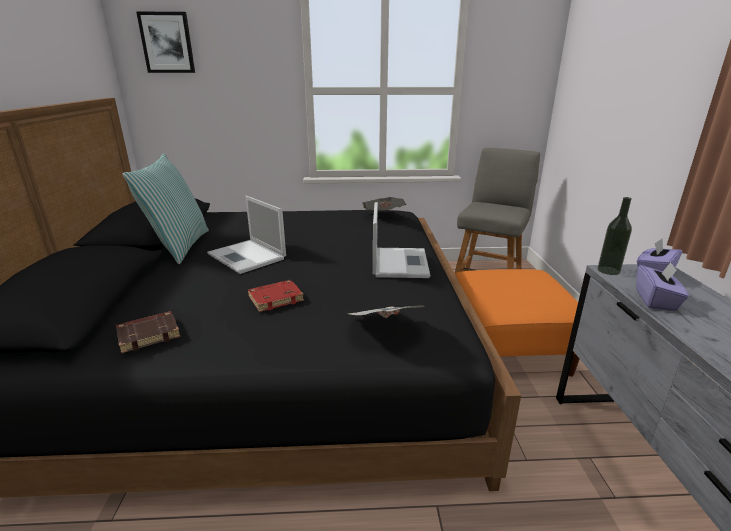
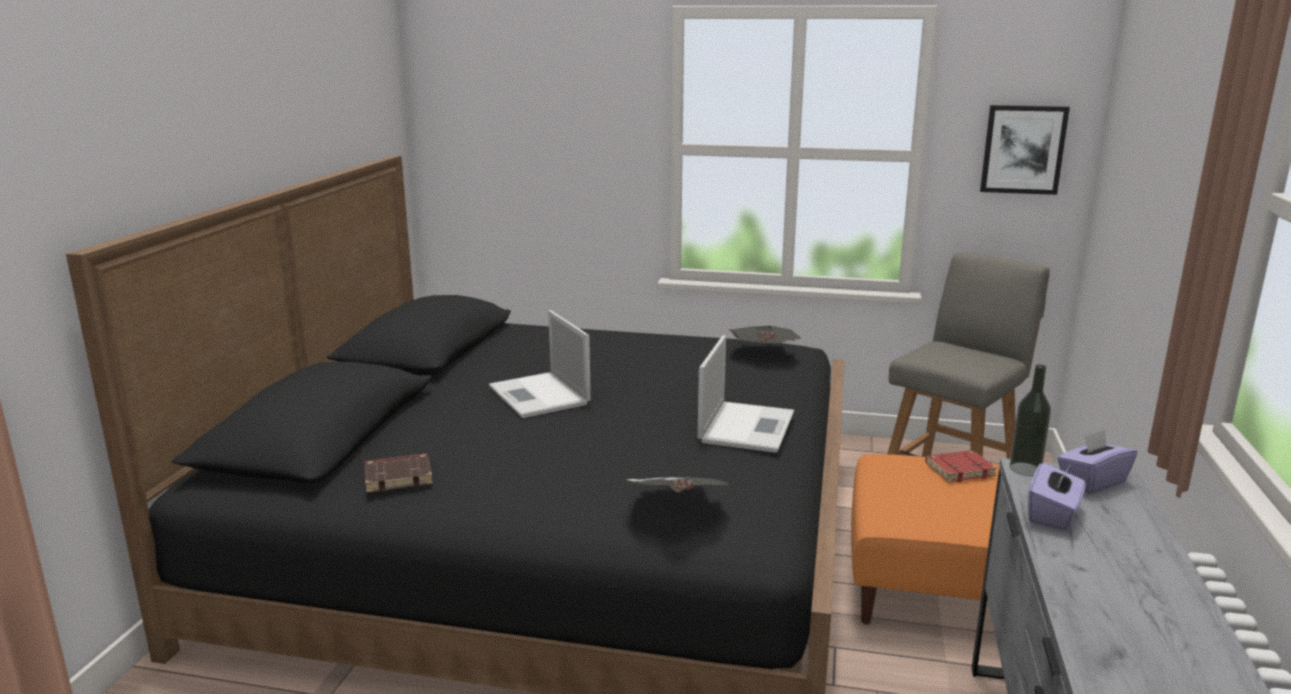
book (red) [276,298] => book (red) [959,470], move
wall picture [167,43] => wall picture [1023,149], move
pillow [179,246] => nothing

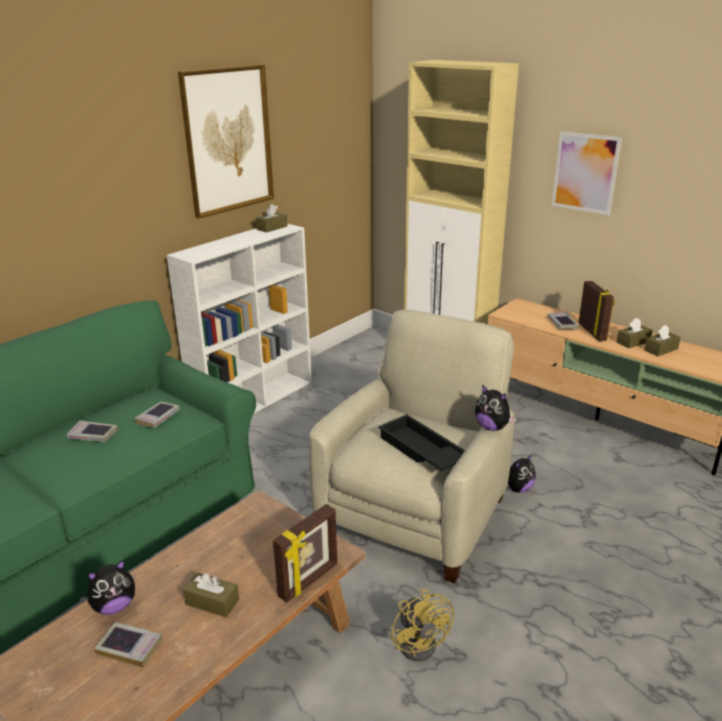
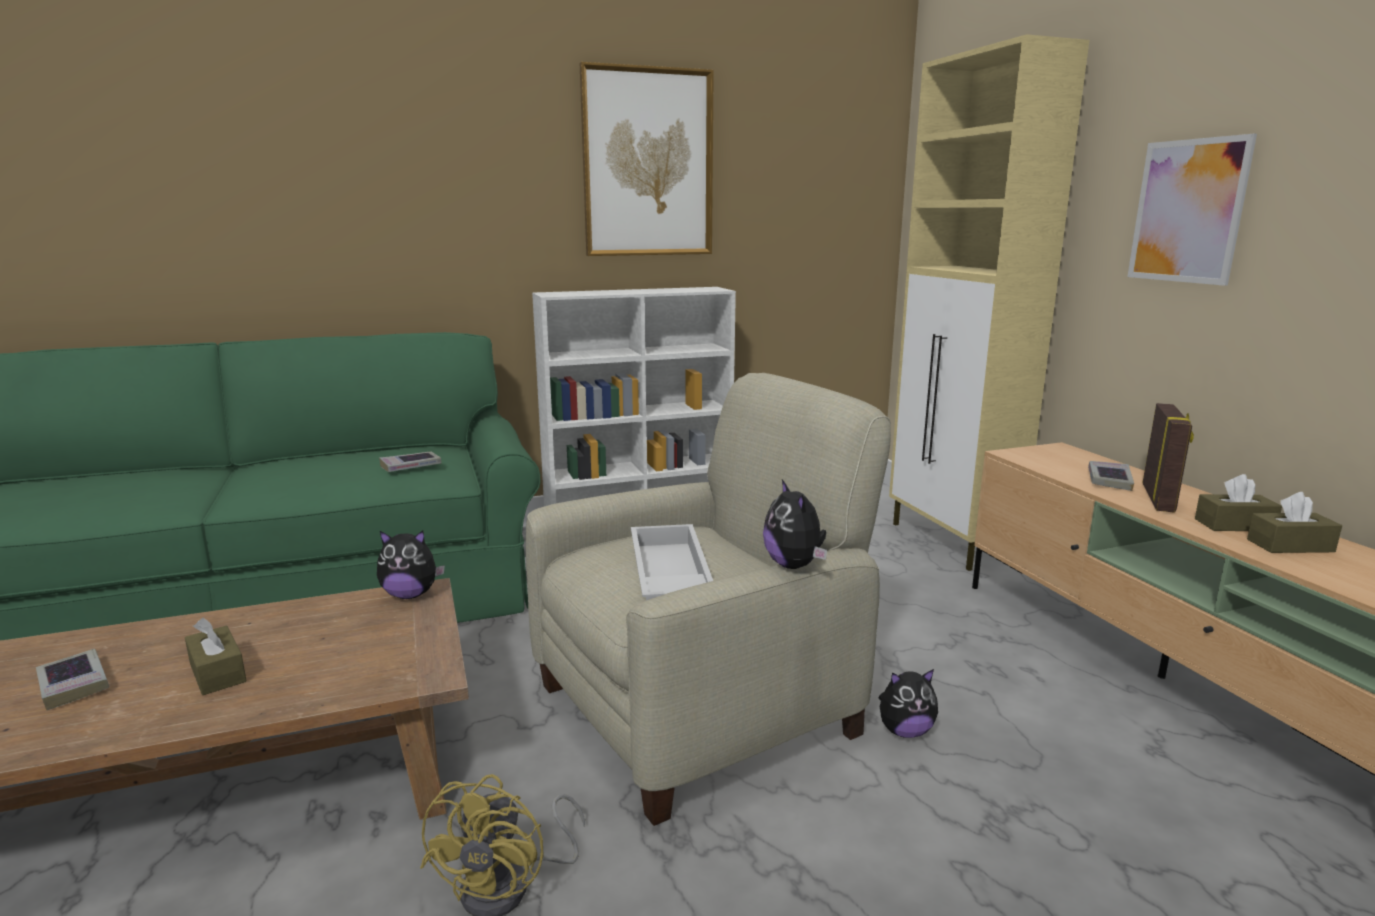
plush toy [114,606] => plush toy [410,595], move
tray (black) [421,451] => tray (white) [667,576]
book [93,435] => nothing
tissue box (brown-coloured) [272,228] => nothing
standing frame [309,581] => nothing

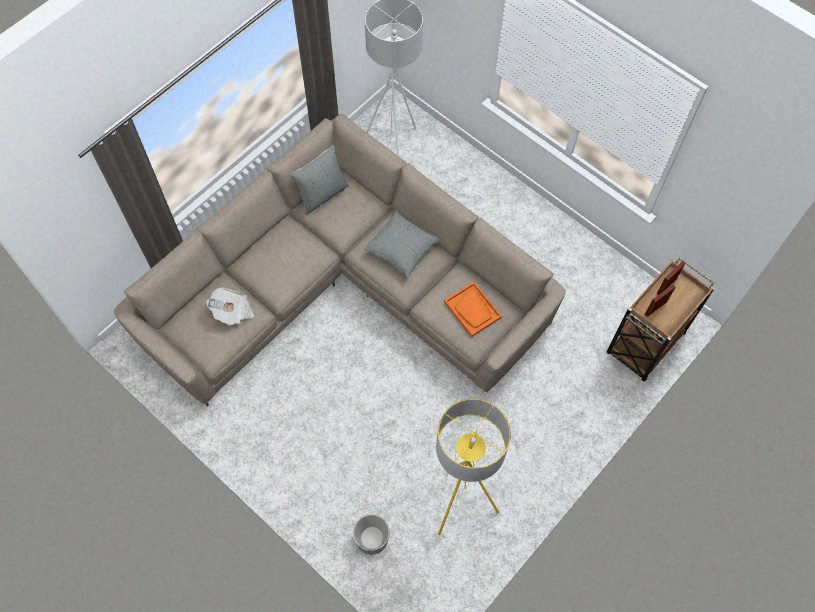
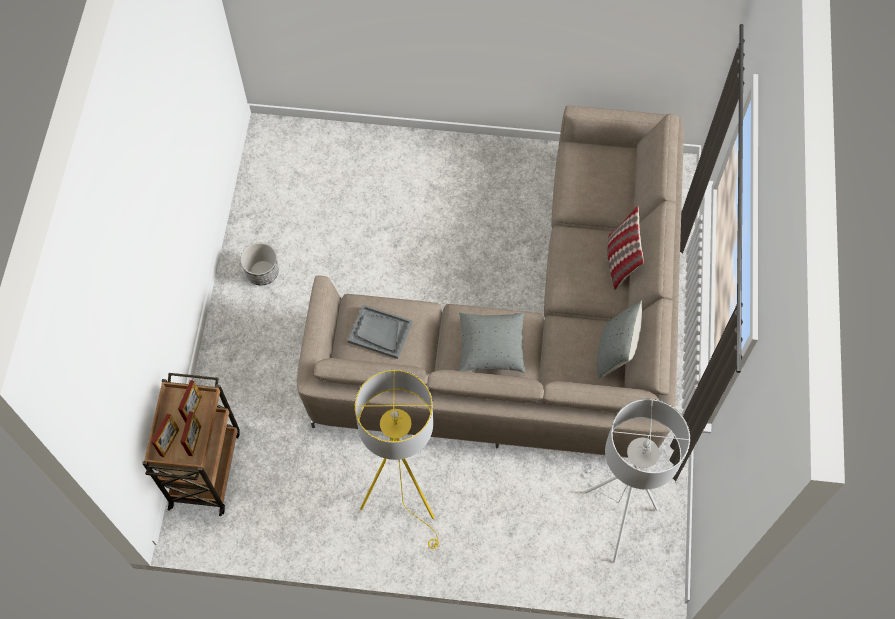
nothing => standing frame [169,442]
flower pot [371,538] => flower pot [263,272], move
tray (orange) [472,310] => tray (greyish) [380,332]
standing lamp (yellow-coloured) [459,499] => standing lamp (yellow-coloured) [404,496], move
nothing => pillow [620,261]
newspaper [233,312] => nothing

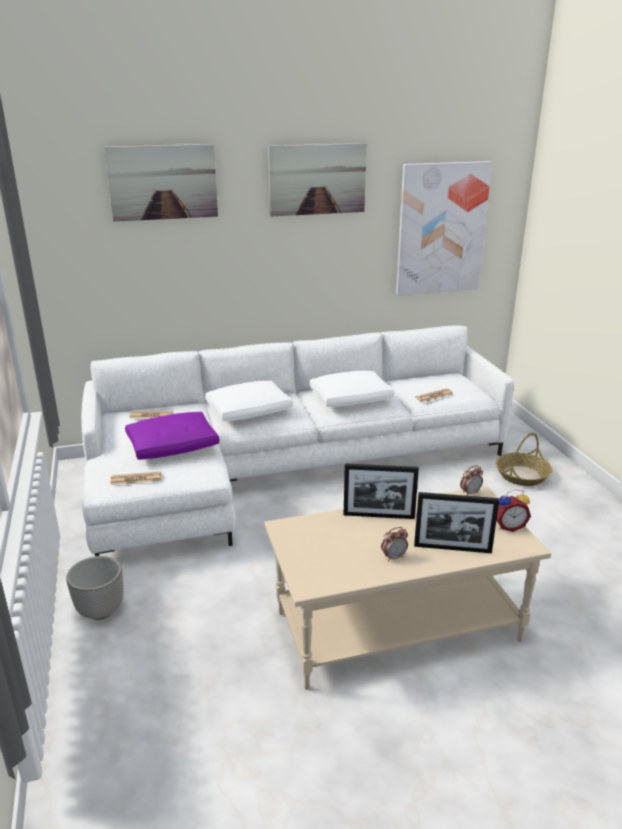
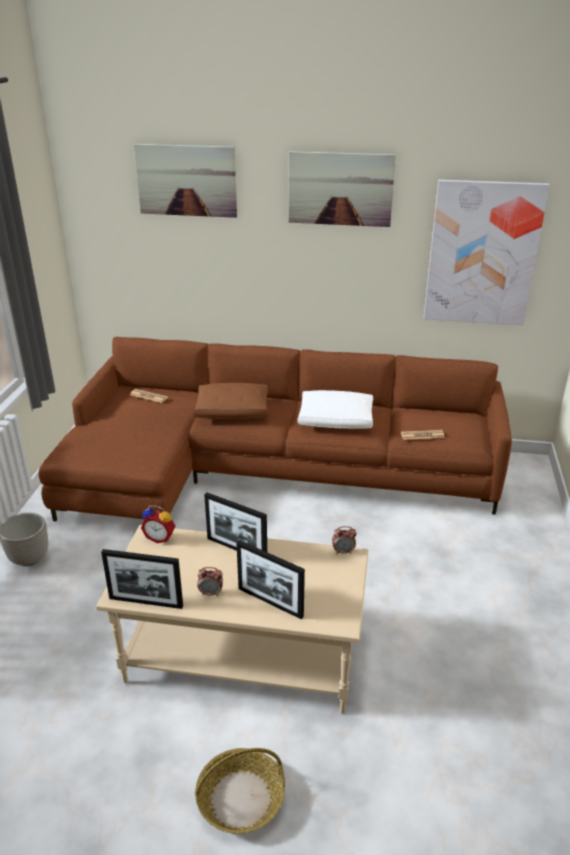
settee (white) [282,468] => settee (brown-coloured) [265,471]
nothing => standing frame [146,602]
alarm clock [508,526] => alarm clock [160,537], move
pillow (white) [249,411] => pillow (brown-coloured) [233,411]
household basket [522,475] => household basket [240,799], move
newspaper [136,479] => nothing
pillow (purplish) [173,446] => nothing

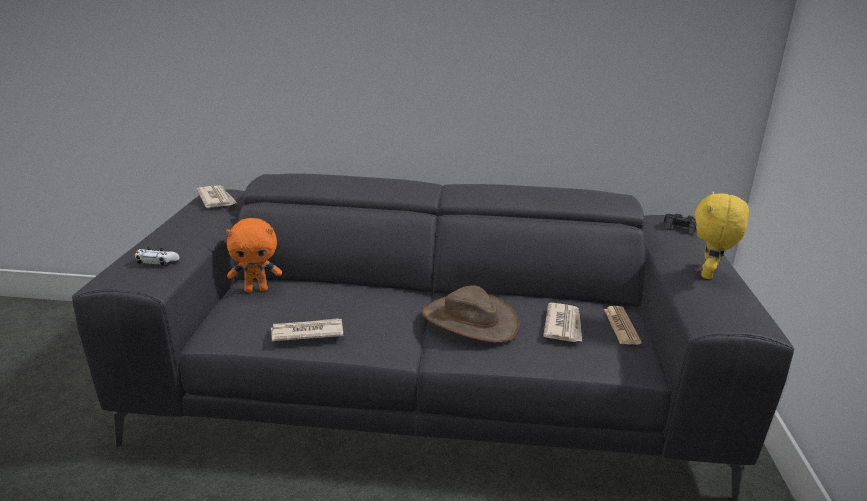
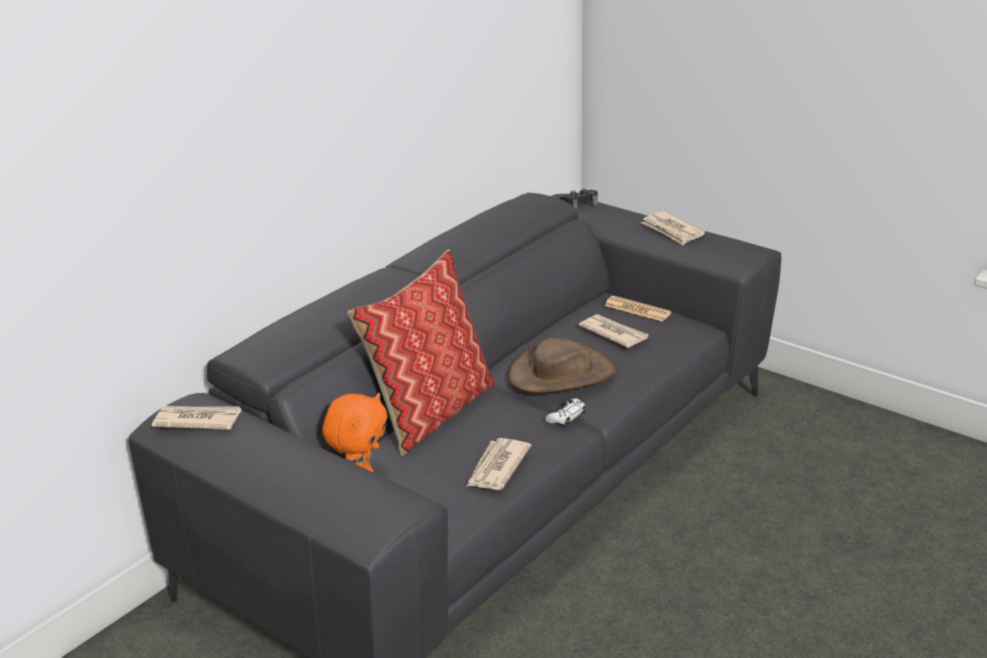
nothing => pillow [430,412]
game controller (white) [156,262] => game controller (white) [566,417], move
plush toy (yellow-coloured) [709,275] => newspaper [672,231]

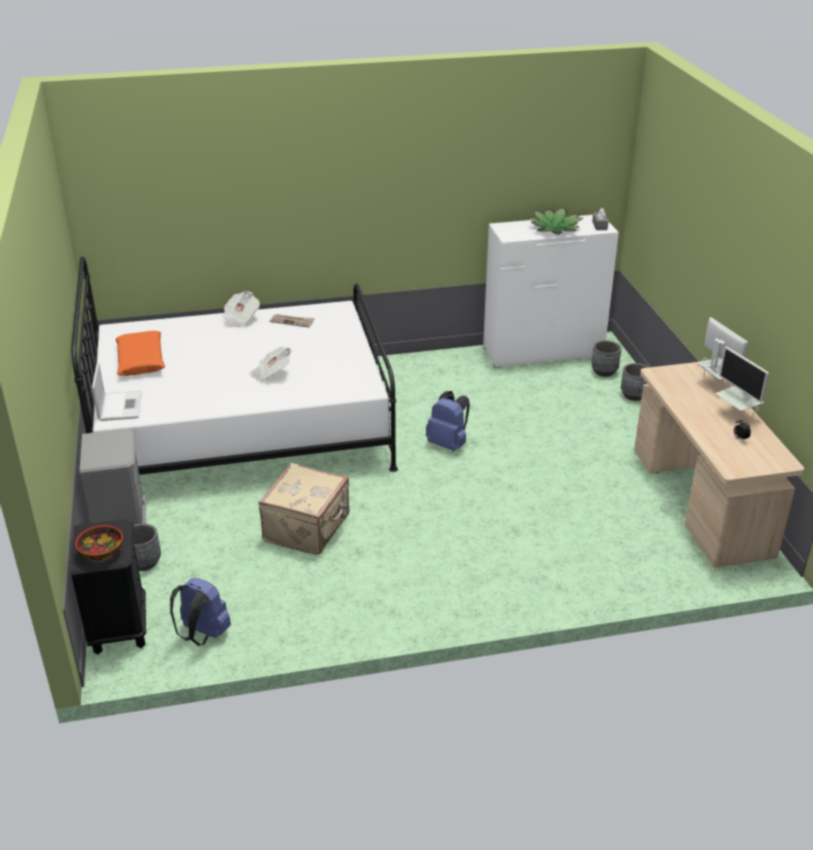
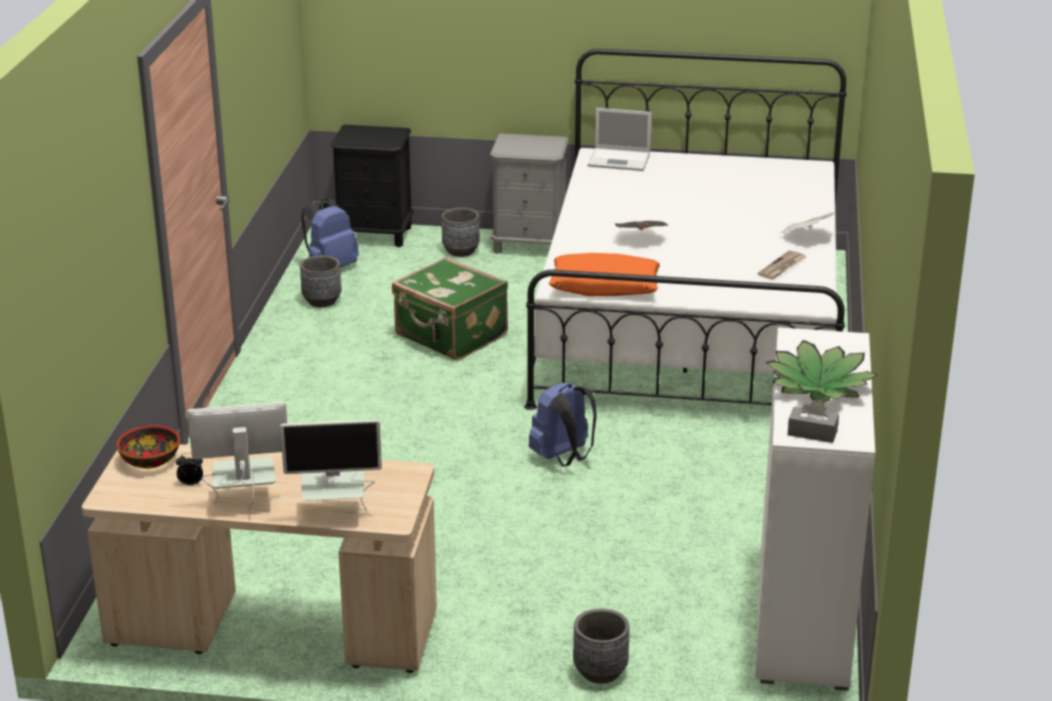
deep dish [101,552] => deep dish [150,460], move
flower pot (greyish) [604,372] => flower pot (greyish) [321,301], move
suitcase (sand-coloured) [308,528] => suitcase (greenish) [450,336]
pillow (orange) [141,360] => pillow (orange) [604,286], move

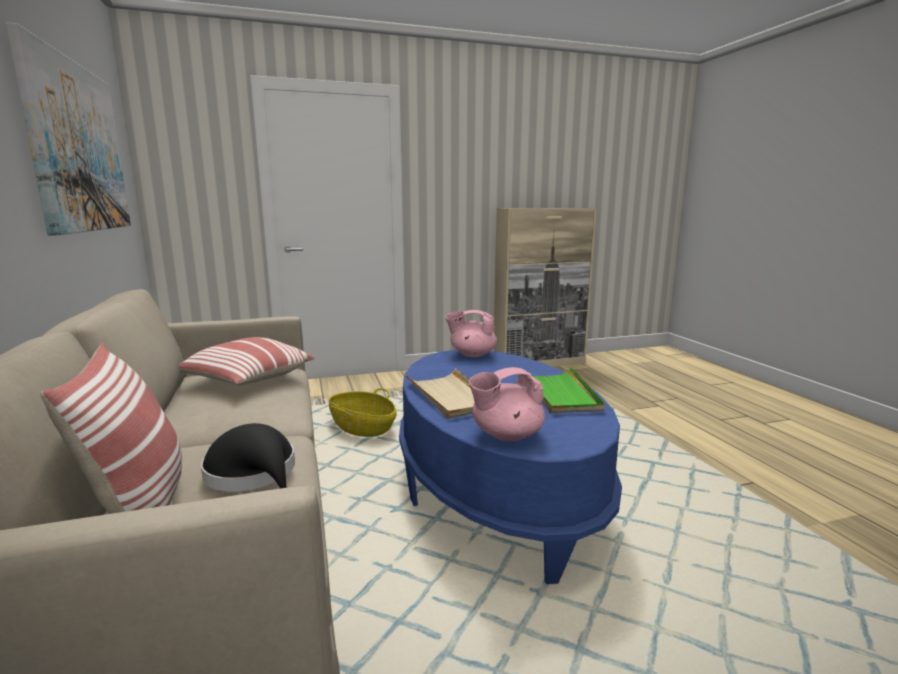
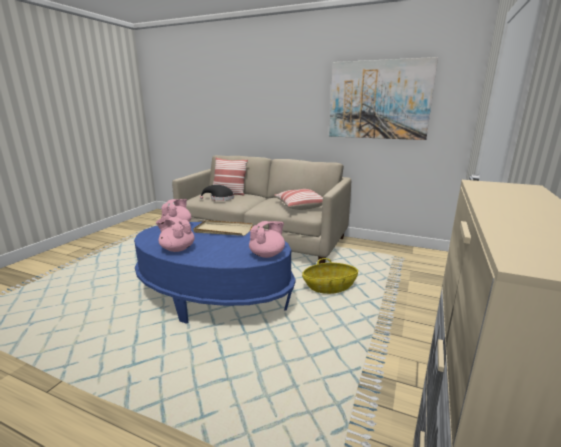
tray (greenish) [560,393] => tea pot (pink-coloured) [177,249]

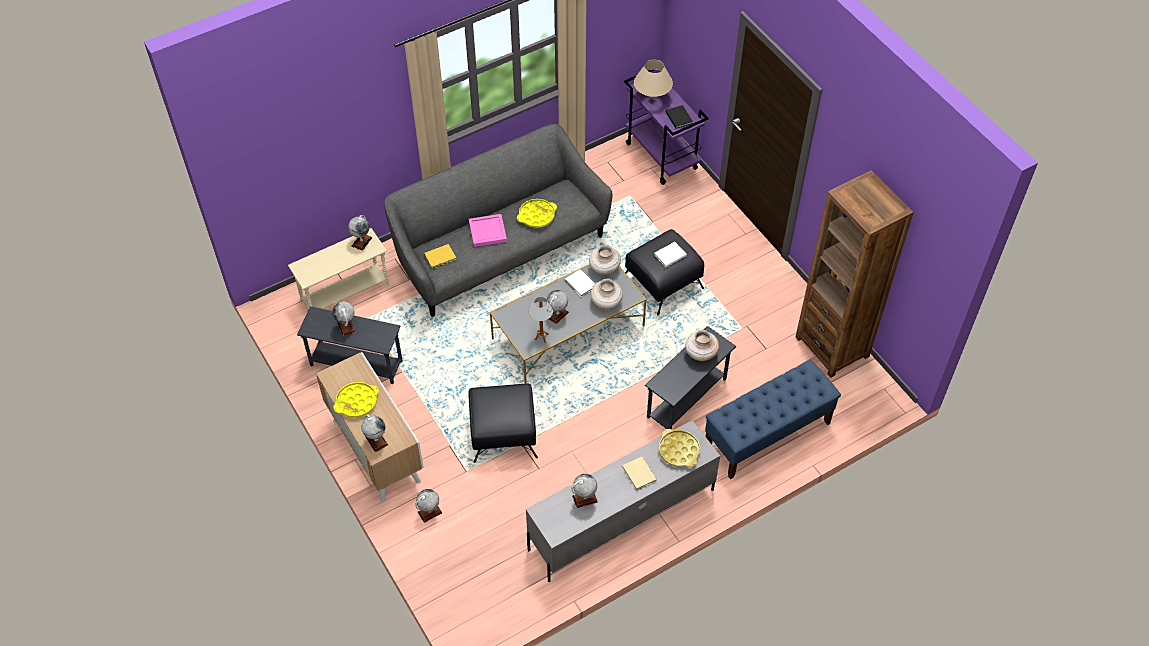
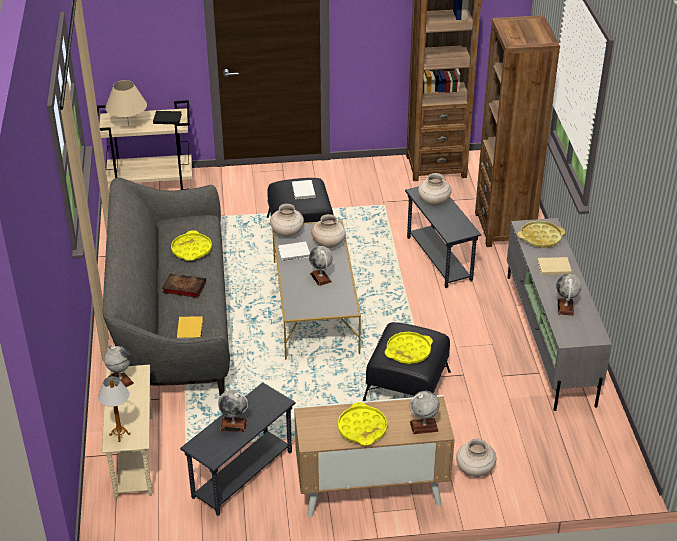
cart (purplish) [662,156] => cart (sand-coloured) [152,185]
table lamp [541,337] => table lamp [119,435], move
tray (pink-coloured) [487,231] => book [183,287]
nothing => tray (yellow-coloured) [408,351]
desk globe [429,512] => decorative vase (sand-coloured) [474,470]
indoor bench (blue-coloured) [767,434] => shelving unit (brown-coloured) [504,228]

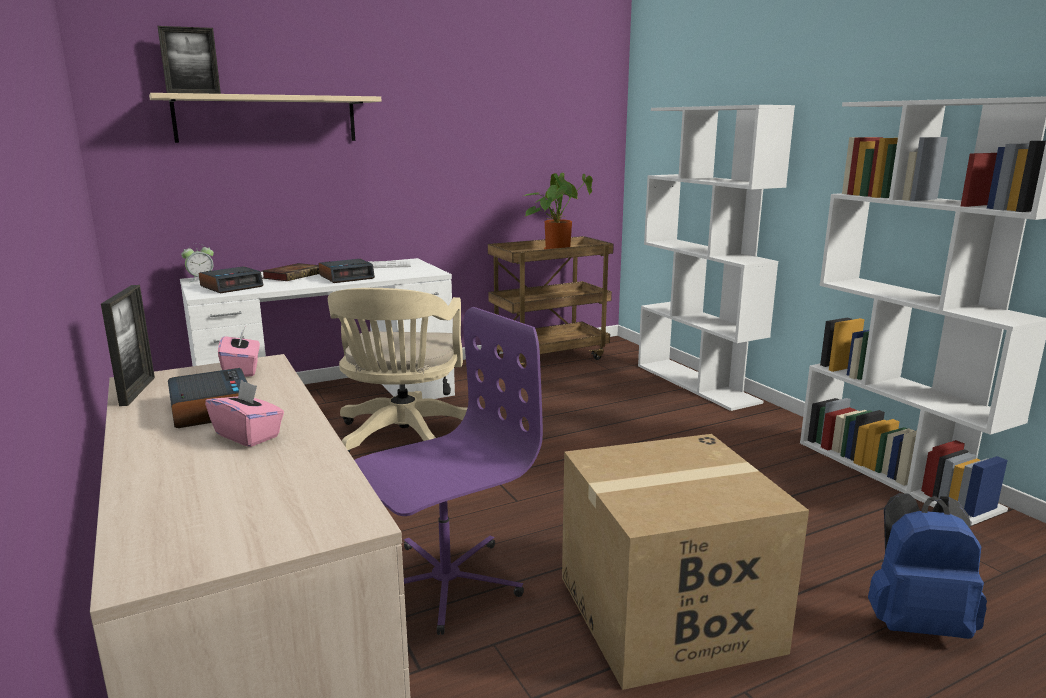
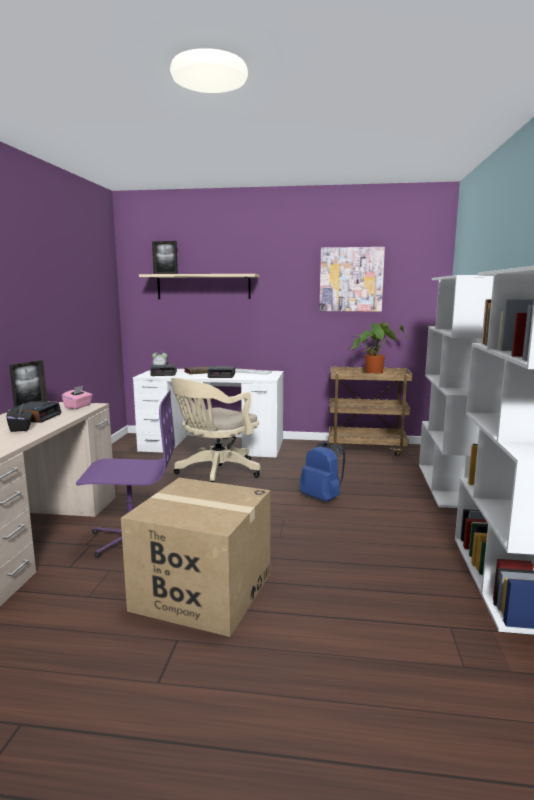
tissue box (pink-coloured) [248,435] => tissue box (black) [21,428]
knapsack (blue-coloured) [915,623] => knapsack (blue-coloured) [323,498], move
nothing => wall picture [351,279]

